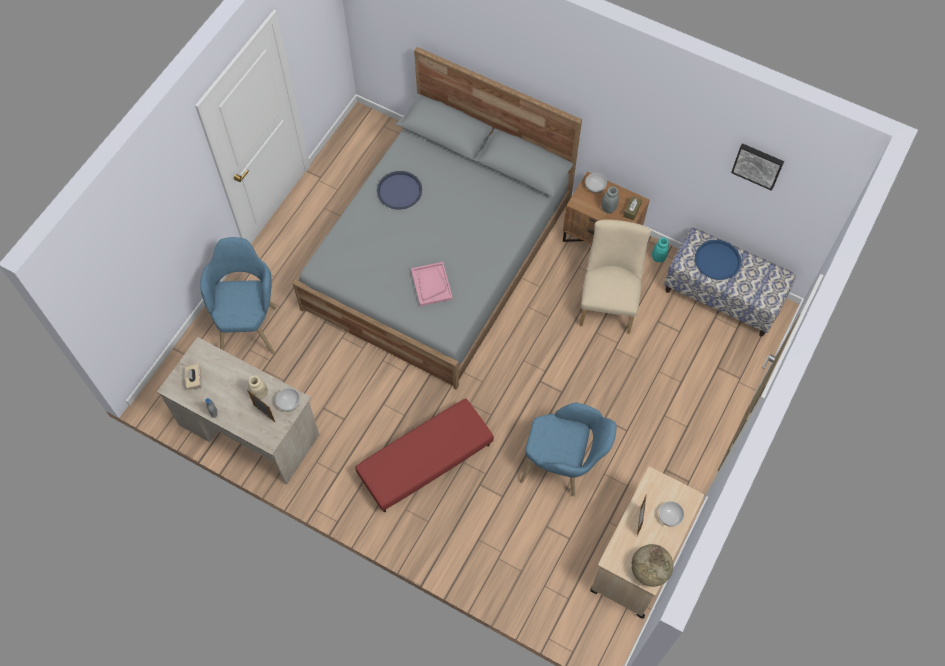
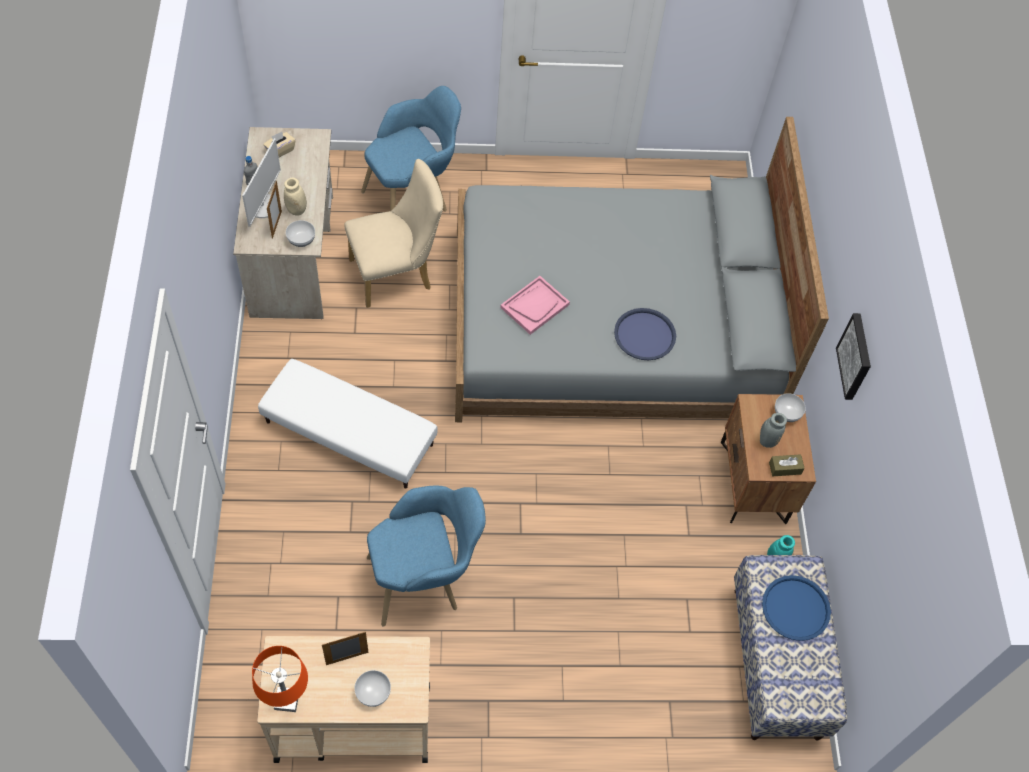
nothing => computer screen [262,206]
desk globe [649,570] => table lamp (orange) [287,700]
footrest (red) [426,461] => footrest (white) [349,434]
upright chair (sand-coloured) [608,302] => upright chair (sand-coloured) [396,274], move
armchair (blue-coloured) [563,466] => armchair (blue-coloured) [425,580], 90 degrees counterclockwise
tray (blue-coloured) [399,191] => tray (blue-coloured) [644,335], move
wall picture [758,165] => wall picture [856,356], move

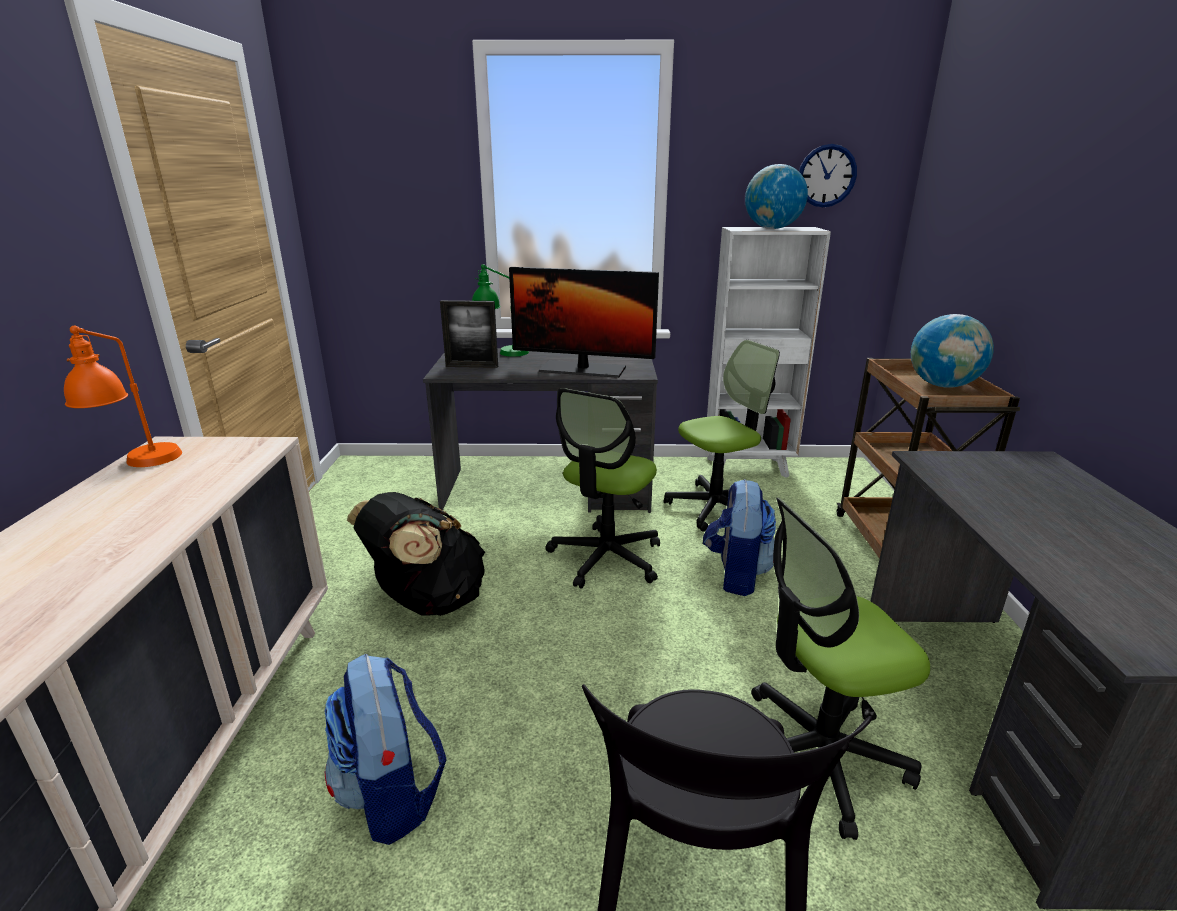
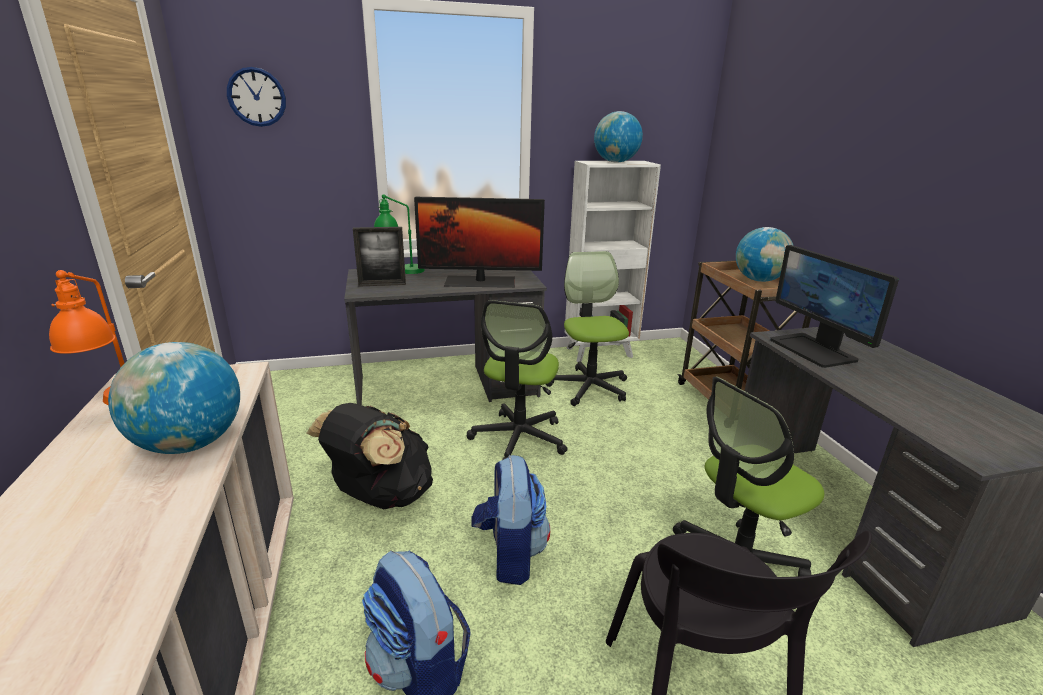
nothing => desk globe [189,444]
wall clock [826,176] => wall clock [257,97], move
knapsack [736,574] => knapsack [509,554], move
desk chair [716,508] => desk chair [589,387], 60 degrees counterclockwise
nothing => computer screen [814,350]

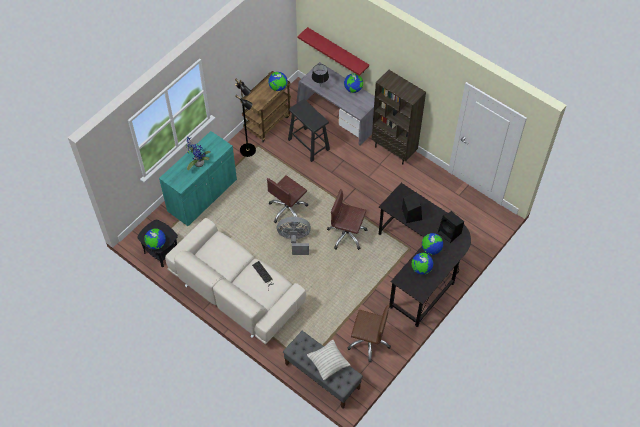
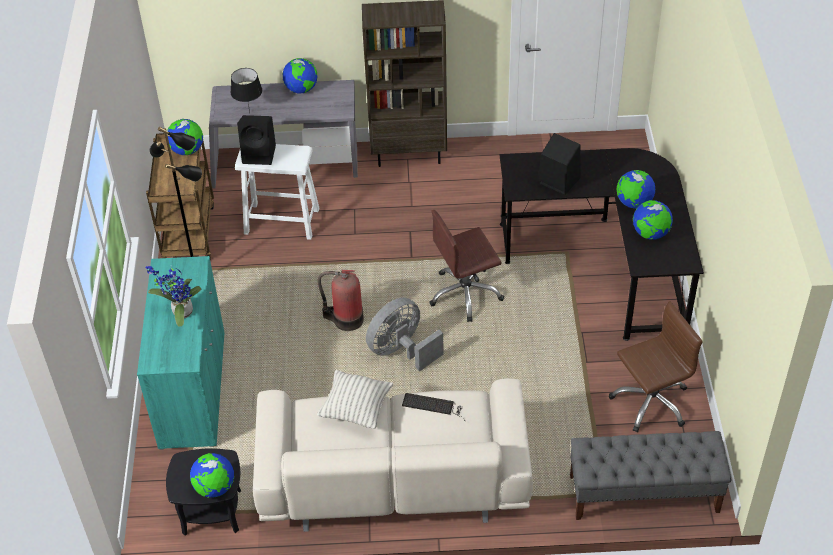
stool (black) [308,144] => stool (white) [281,221]
audio speaker (black) [450,233] => audio speaker (black) [260,154], move
pillow [328,363] => pillow [356,409], move
desk chair (brown-coloured) [288,209] => extinguisher [346,319]
shelf (red) [337,50] => nothing

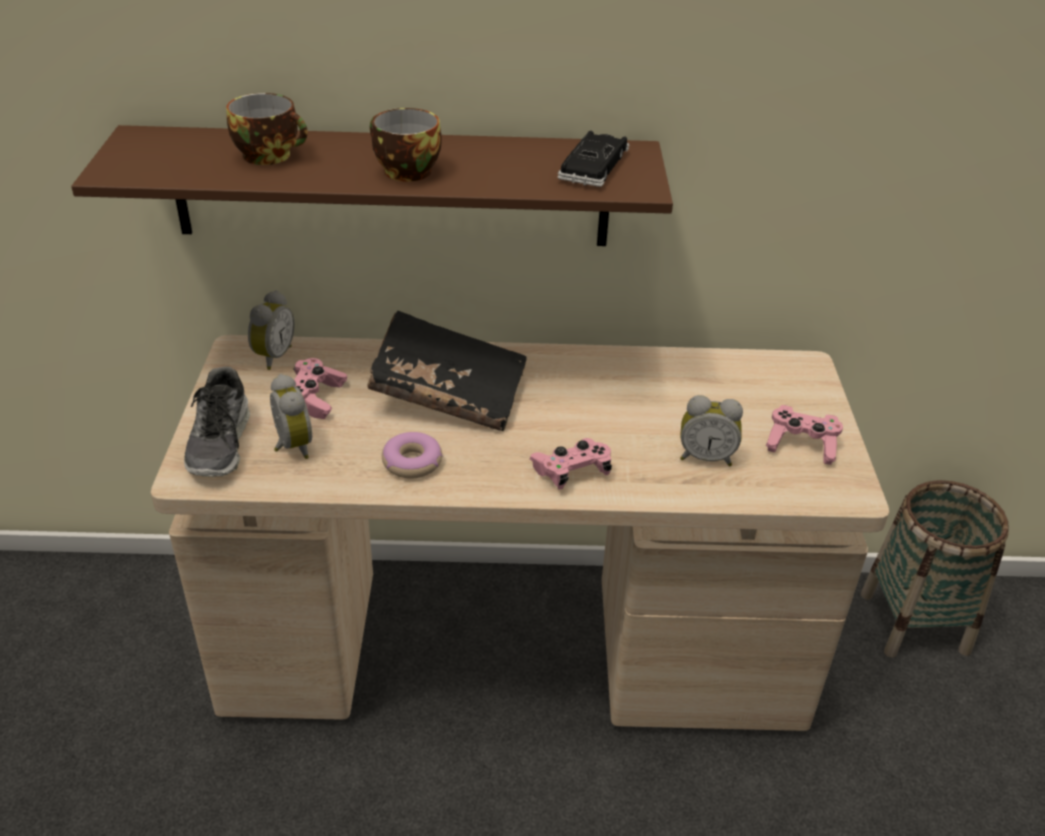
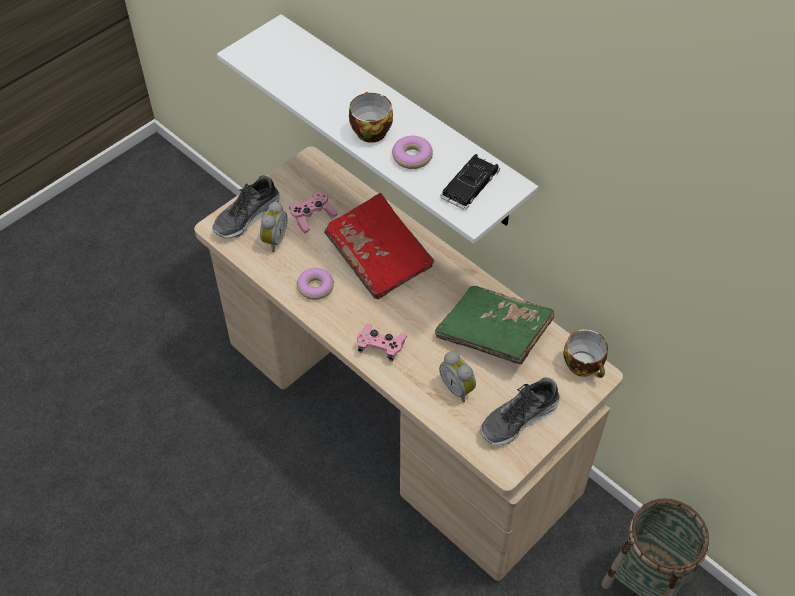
shelf (brown-coloured) [392,187] => shelf (white) [400,122]
book (black) [448,392] => book (red) [379,257]
nothing => doughnut [412,157]
nothing => book (greenish) [493,335]
model car (black) [593,167] => model car (black) [470,185], 150 degrees clockwise
game controller (pink-coloured) [801,445] => item of footwear [519,419]
small cup [271,155] => small cup [584,365], move
alarm clock [272,356] => nothing

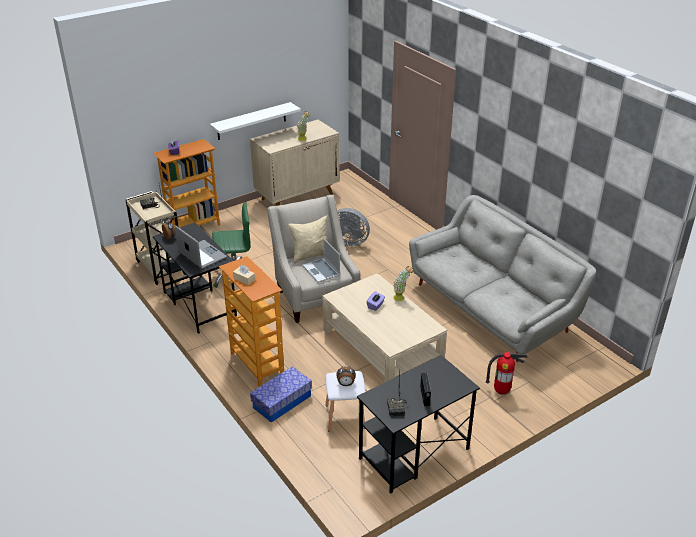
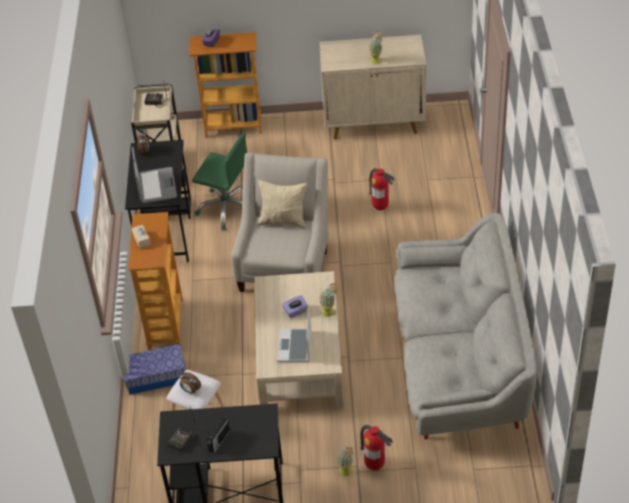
laptop [322,271] => laptop [295,347], move
nothing => plant in a pot [347,473]
electric fan (greyish) [349,241] => extinguisher [381,207]
shelf (white) [251,121] => nothing

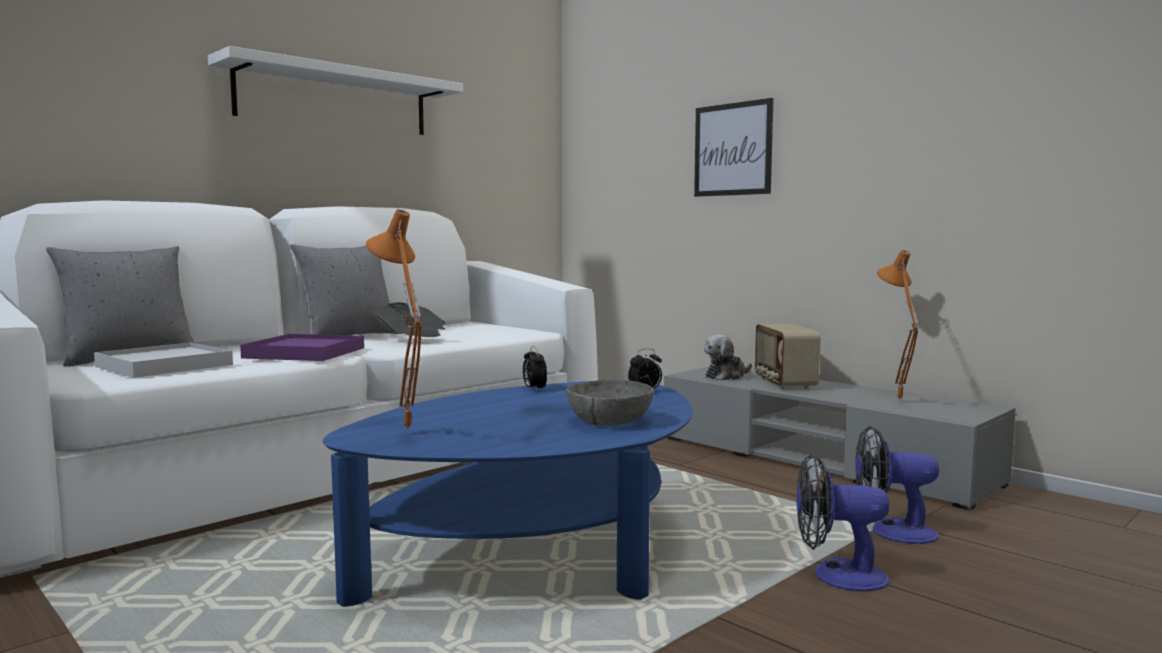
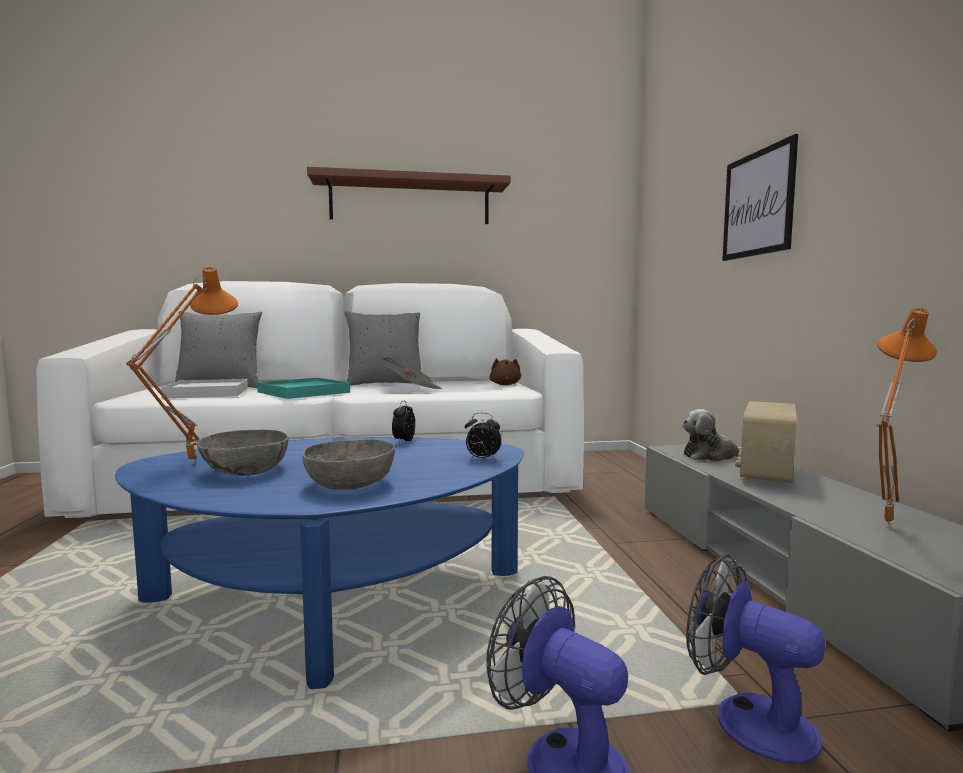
nothing => deep dish (greyish) [246,470]
tray (purplish) [305,353] => tray (turquoise) [304,392]
shelf (white) [335,100] => shelf (brown-coloured) [410,201]
nothing => plush toy (brown-coloured) [505,385]

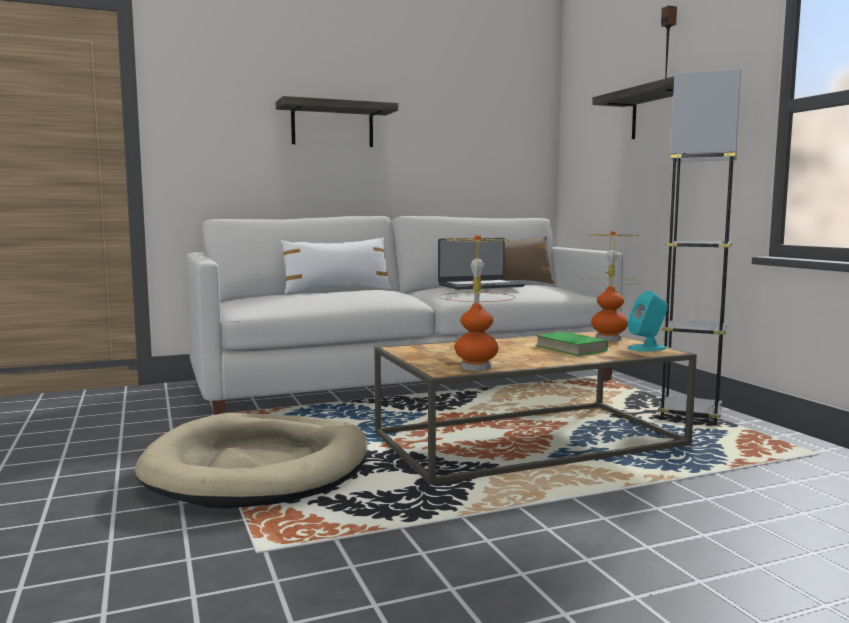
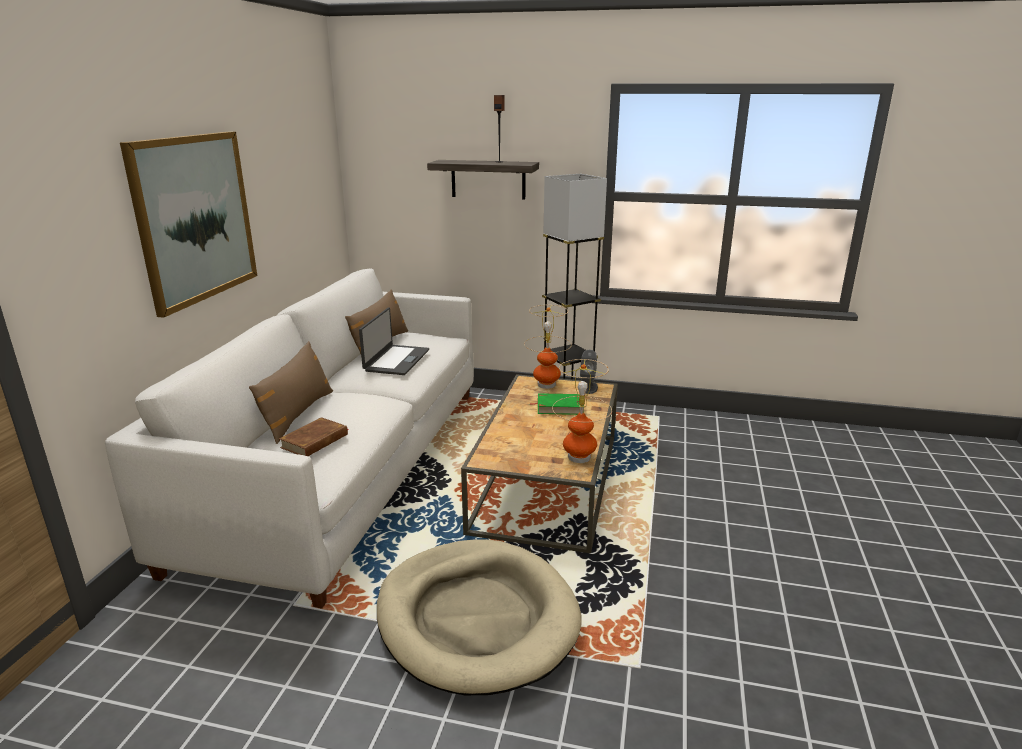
shelf [332,125] => wall picture [195,218]
pillow (white) [337,290] => pillow (brown-coloured) [297,414]
nothing => book (brown-coloured) [315,441]
audio speaker (turquoise) [647,348] => audio speaker (greyish) [588,388]

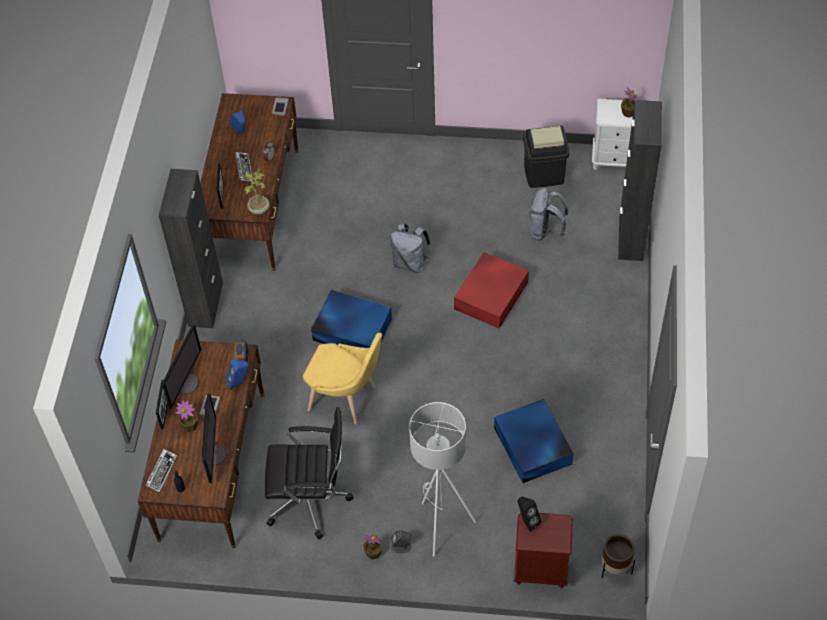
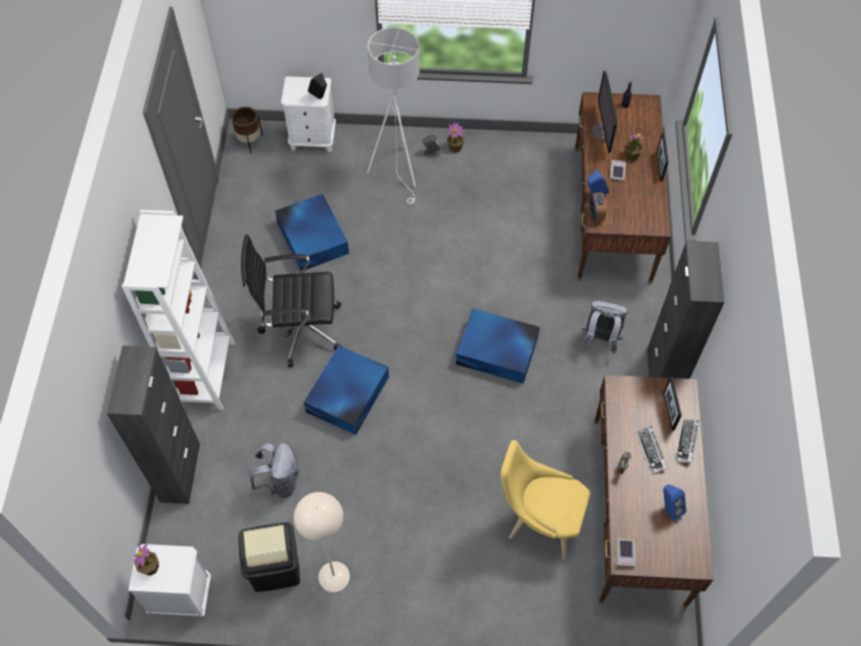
nothing => shelving unit (white) [207,374]
desk chair (black) [310,500] => desk chair (black) [300,329], move
nightstand (brown-coloured) [540,569] => nightstand (white) [313,139]
nothing => standing lamp (sand-coloured) [333,576]
storage container (red) [492,295] => storage container (blue-coloured) [346,395]
upright chair (yellow-coloured) [346,399] => upright chair (yellow-coloured) [539,520], move
knapsack (greyish) [410,263] => knapsack (greyish) [600,339], move
PC keyboard [161,472] => PC keyboard [686,442], move
computer screen [186,383] => nothing
plant in a pot [259,209] => nothing

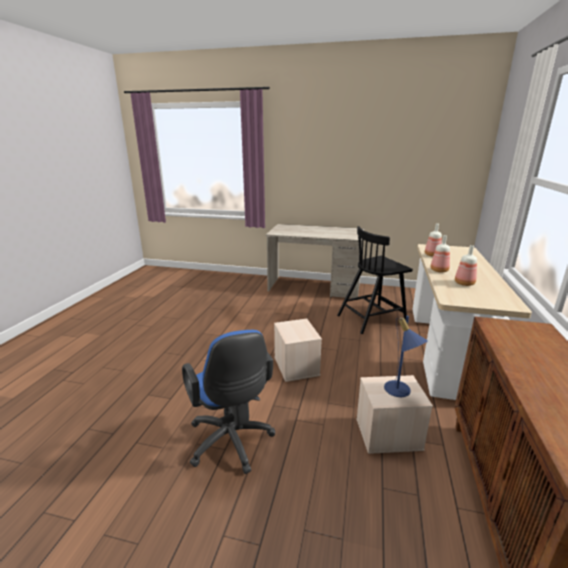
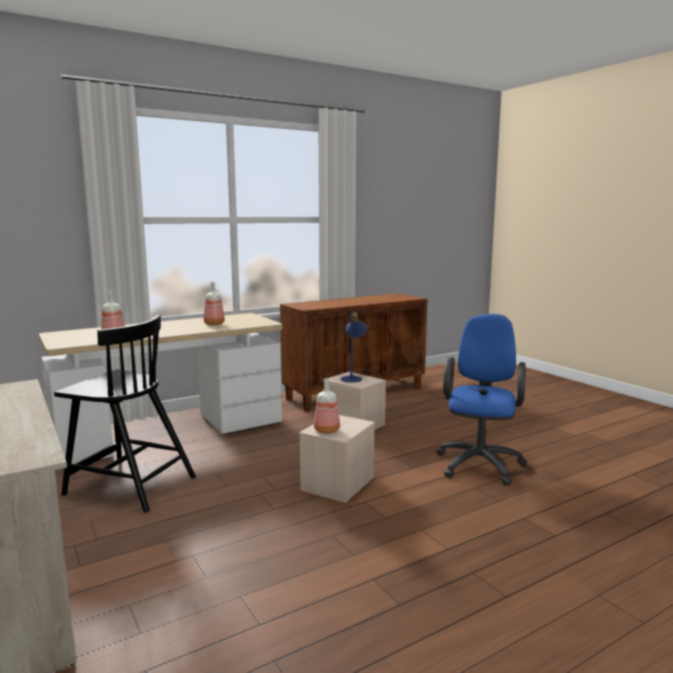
beverage bottle [439,270] => beverage bottle [326,430], move

